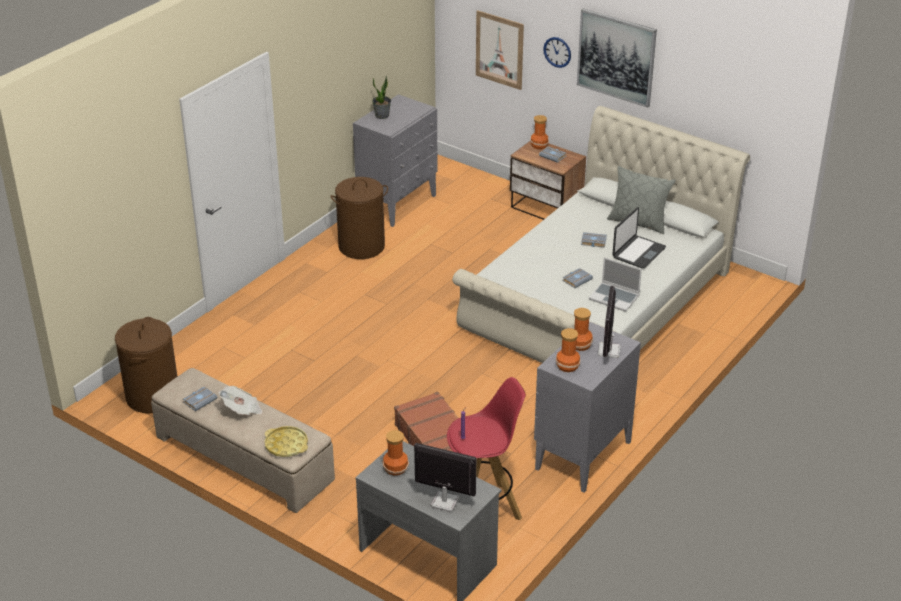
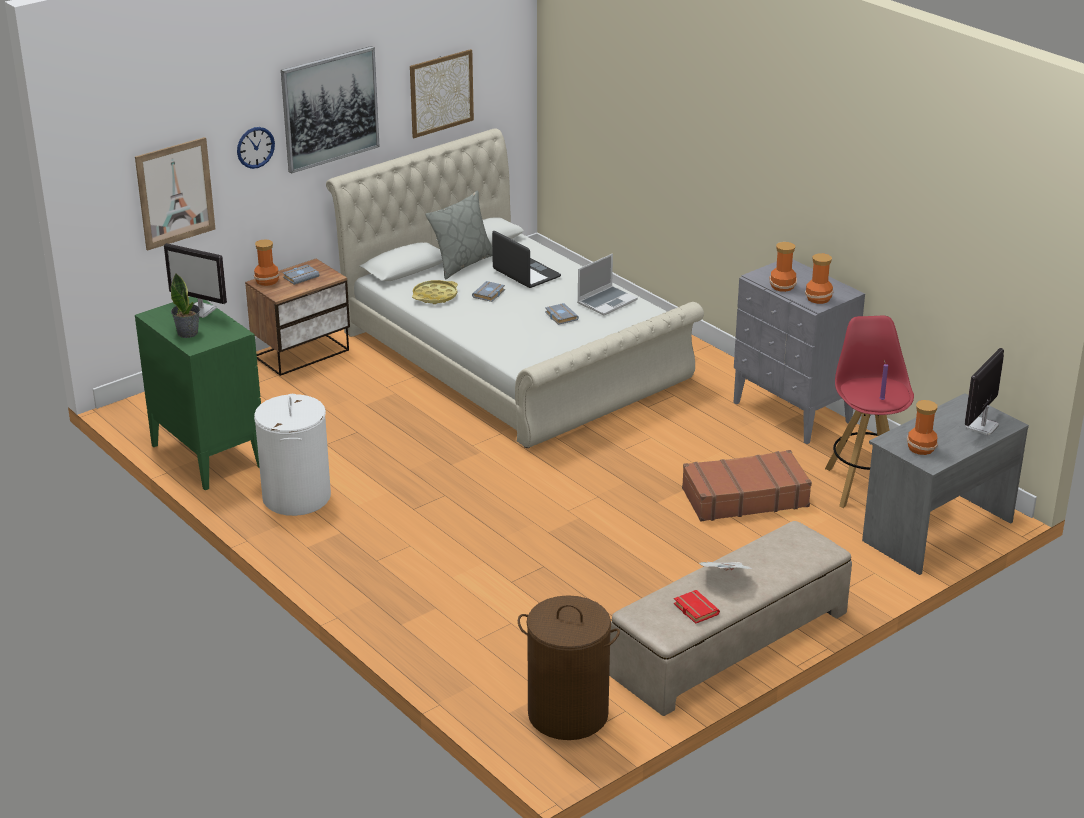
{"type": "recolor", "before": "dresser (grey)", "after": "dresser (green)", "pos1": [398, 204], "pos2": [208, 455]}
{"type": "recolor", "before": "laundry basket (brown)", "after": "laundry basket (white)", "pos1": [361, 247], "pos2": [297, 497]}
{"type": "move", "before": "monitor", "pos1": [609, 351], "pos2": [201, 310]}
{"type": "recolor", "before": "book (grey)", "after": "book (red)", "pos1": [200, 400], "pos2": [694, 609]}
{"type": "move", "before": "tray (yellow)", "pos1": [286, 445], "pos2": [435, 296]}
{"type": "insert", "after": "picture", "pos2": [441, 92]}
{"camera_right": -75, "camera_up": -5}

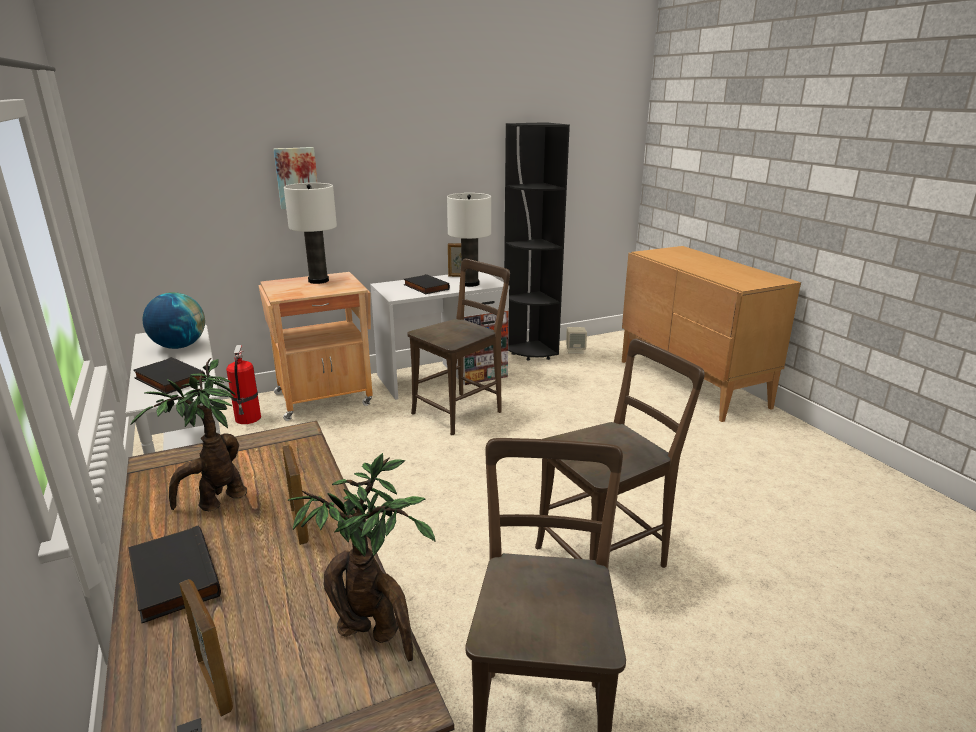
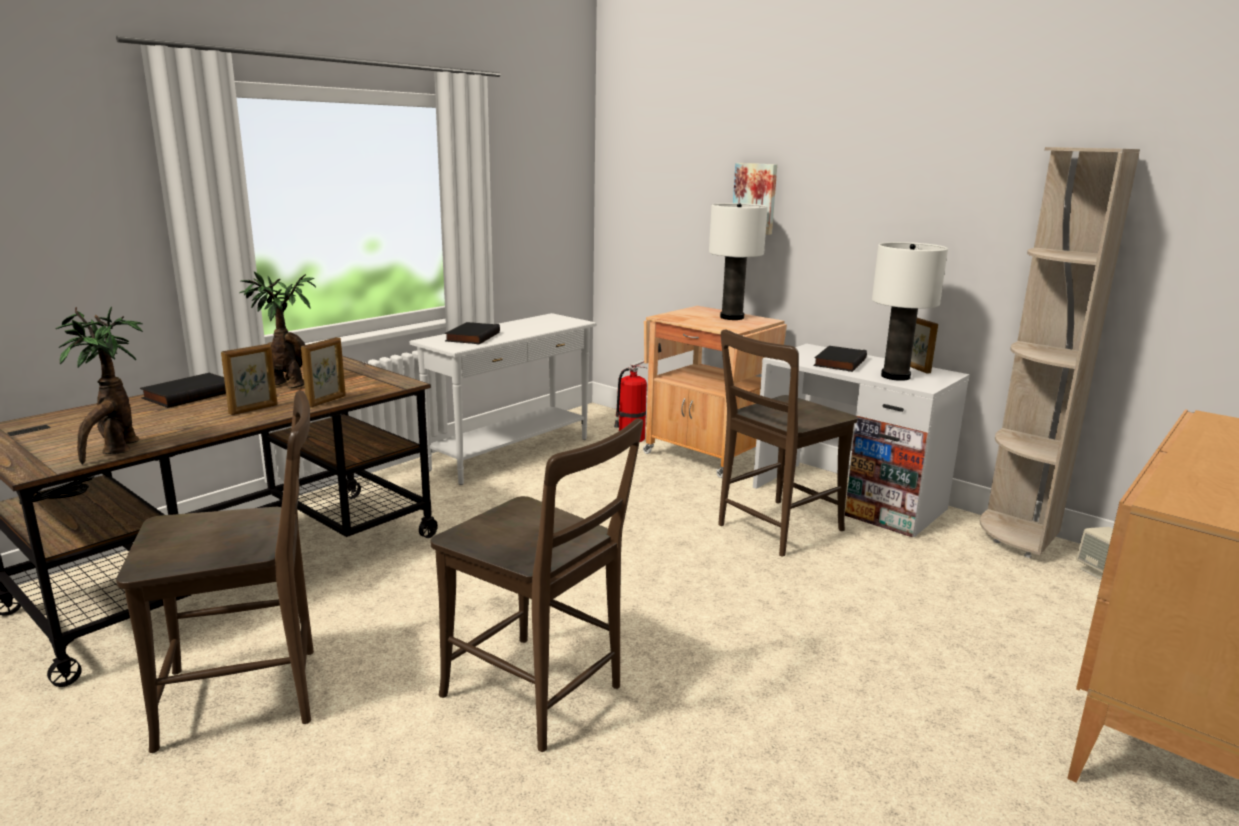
{"type": "recolor", "before": "bookcase (black)", "after": "bookcase (beige)", "pos1": [531, 355], "pos2": [1014, 541]}
{"type": "rotate", "before": "chair (brown)", "pos1": [461, 411], "pos2": [775, 529], "turn": 120}
{"type": "delete", "before": "globe", "pos1": [179, 346]}
{"type": "move", "before": "picture frame", "pos1": [215, 685], "pos2": [327, 401]}
{"camera_right": 65, "camera_up": -5}

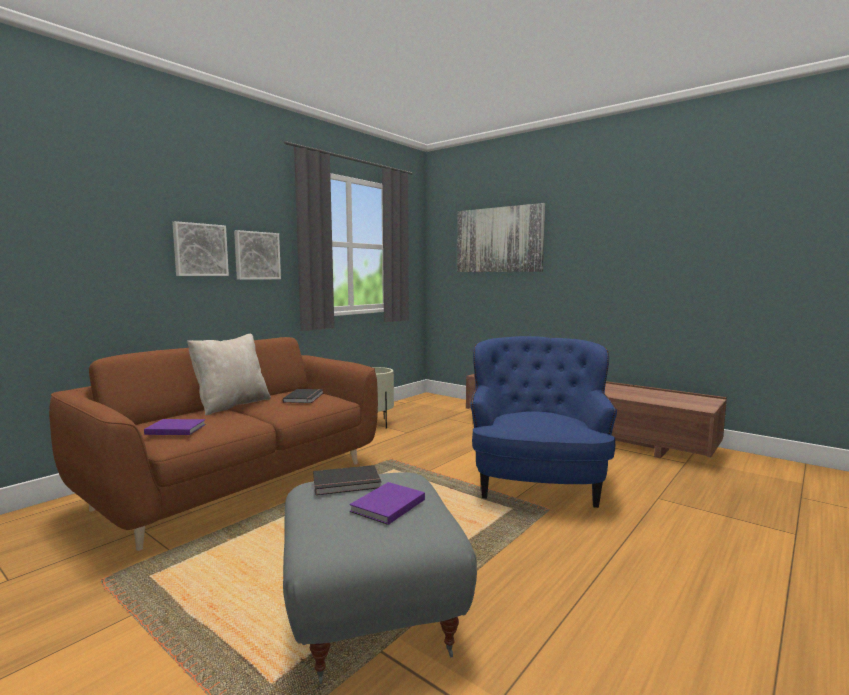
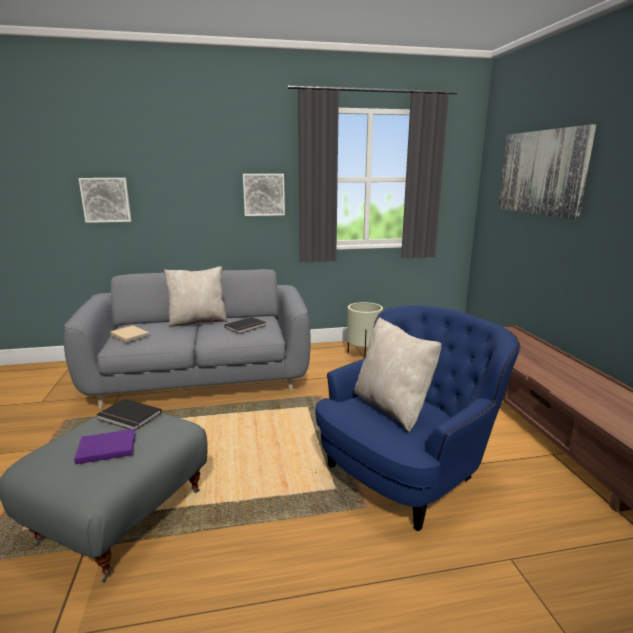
{"type": "move", "before": "picture", "pos1": [200, 250], "pos2": [106, 200]}
{"type": "recolor", "before": "sofa (brown)", "after": "sofa (grey)", "pos1": [238, 484], "pos2": [202, 380]}
{"type": "recolor", "before": "book (purple)", "after": "book (beige)", "pos1": [175, 429], "pos2": [130, 335]}
{"type": "insert", "after": "pillow (beige)", "pos2": [392, 407]}
{"camera_right": 40, "camera_up": 10}

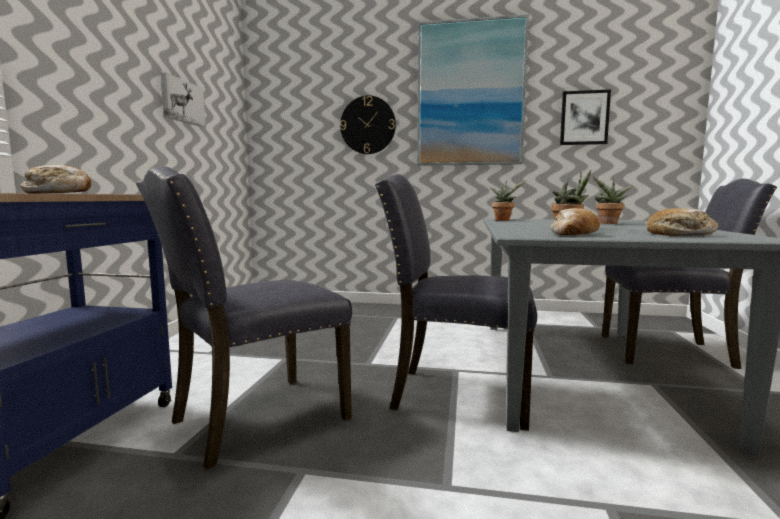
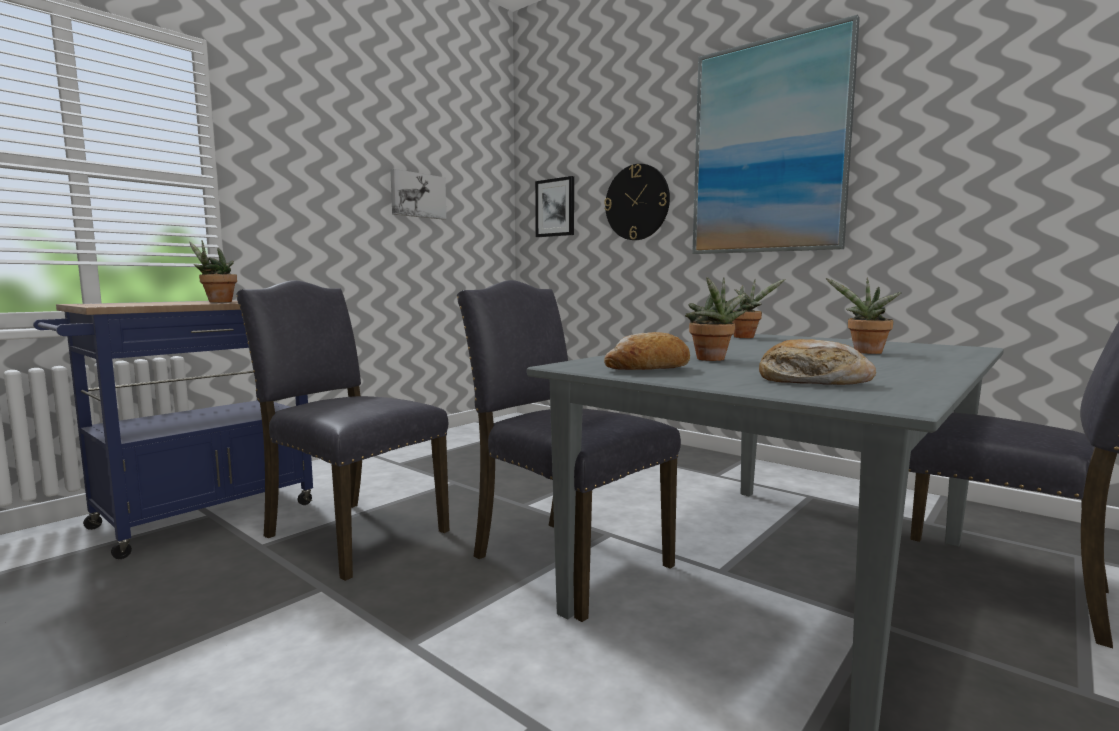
{"type": "move", "before": "picture", "pos1": [584, 118], "pos2": [555, 207]}
{"type": "replace", "before": "bread", "after": "potted plant", "pos1": [60, 193], "pos2": [216, 302]}
{"type": "rotate", "before": "chair (grey)", "pos1": [255, 419], "pos2": [350, 534], "turn": 45}
{"camera_right": 30, "camera_up": 0}

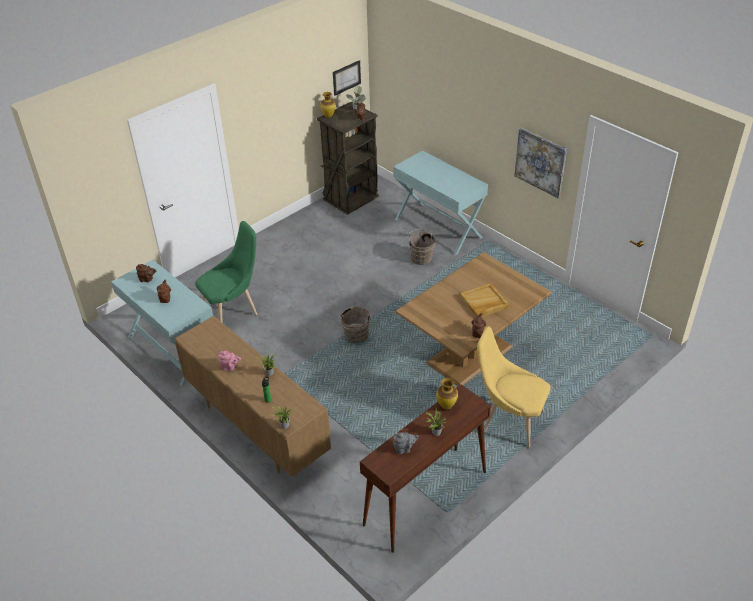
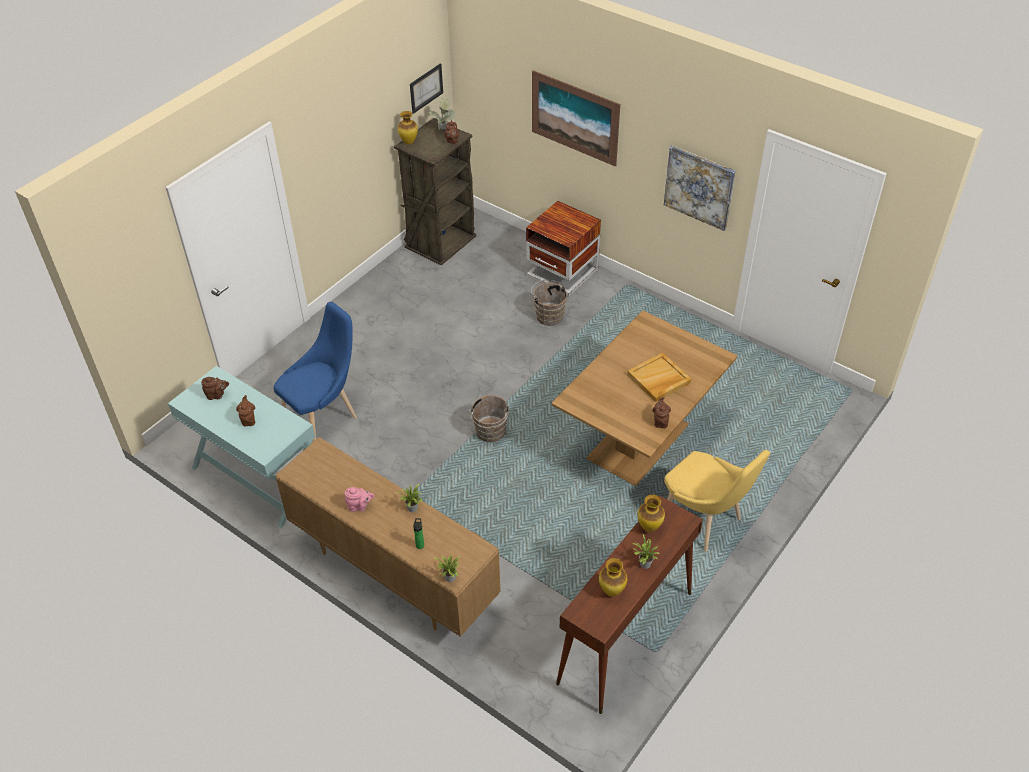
{"type": "replace", "before": "desk (turquoise)", "after": "nightstand", "pos1": [438, 228], "pos2": [562, 273]}
{"type": "recolor", "before": "chair (green)", "after": "chair (blue)", "pos1": [233, 311], "pos2": [324, 415]}
{"type": "rotate", "before": "chair (yellow)", "pos1": [509, 420], "pos2": [704, 522], "turn": -150}
{"type": "replace", "before": "teapot (grey)", "after": "vase", "pos1": [404, 449], "pos2": [611, 591]}
{"type": "insert", "after": "picture", "pos2": [575, 118]}
{"camera_right": -10, "camera_up": 5}

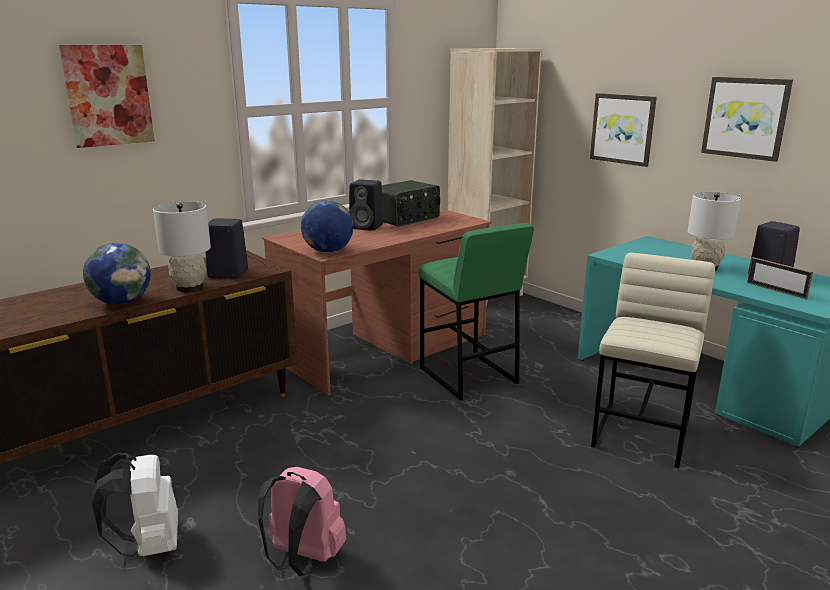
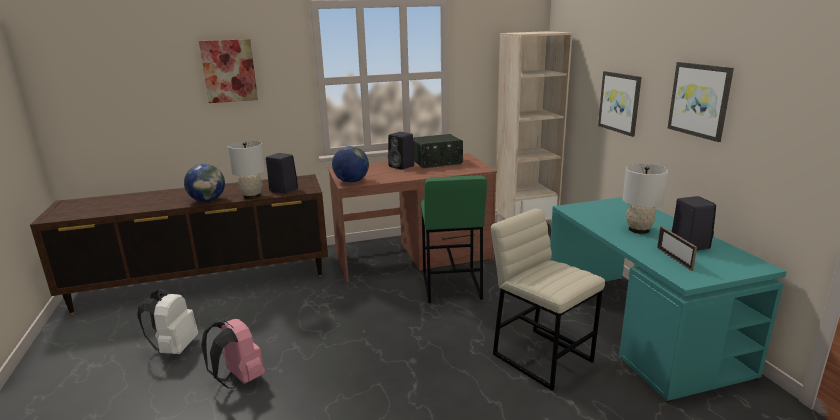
{"type": "rotate", "before": "chair (beige)", "pos1": [641, 432], "pos2": [540, 356], "turn": -90}
{"camera_right": 25, "camera_up": 0}

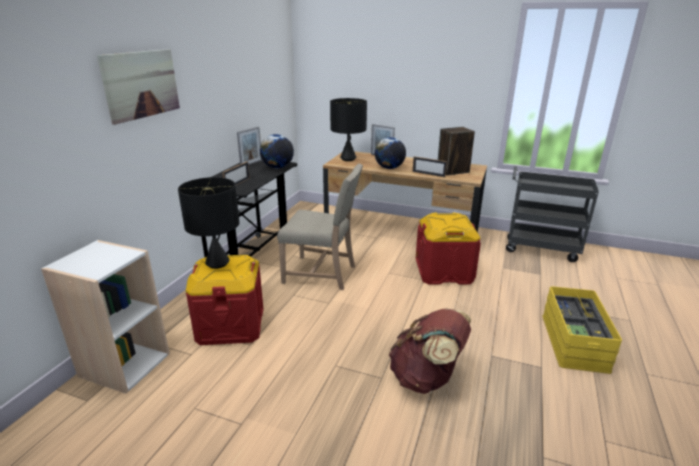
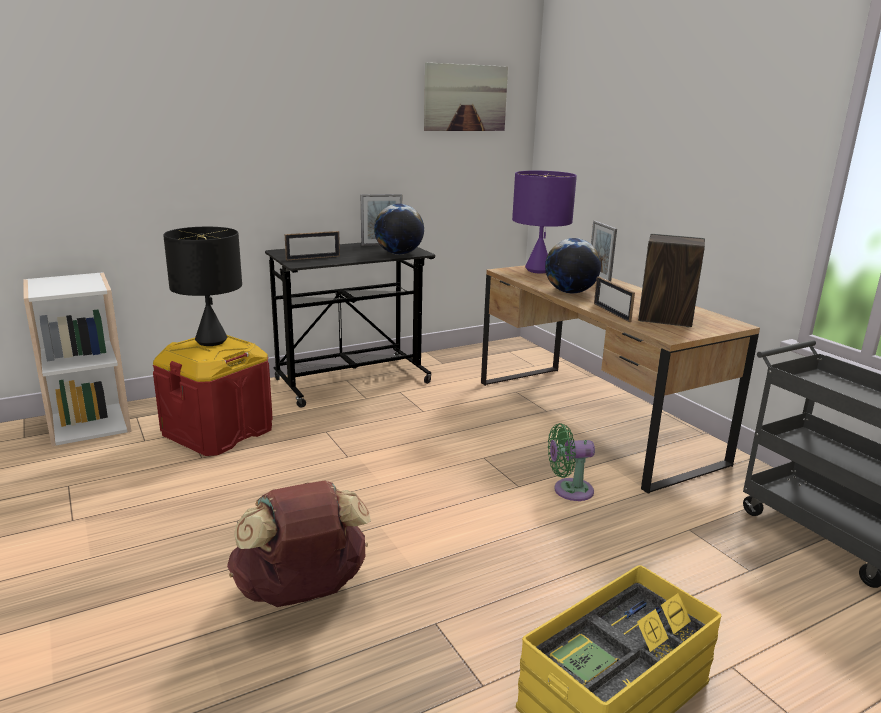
{"type": "move", "before": "picture", "pos1": [141, 84], "pos2": [465, 98]}
{"type": "recolor", "before": "table lamp (black)", "after": "table lamp (purple)", "pos1": [348, 159], "pos2": [538, 271]}
{"type": "delete", "before": "chair (beige)", "pos1": [322, 274]}
{"type": "replace", "before": "storage box (red)", "after": "fan (green)", "pos1": [444, 272], "pos2": [569, 490]}
{"camera_right": 40, "camera_up": -5}

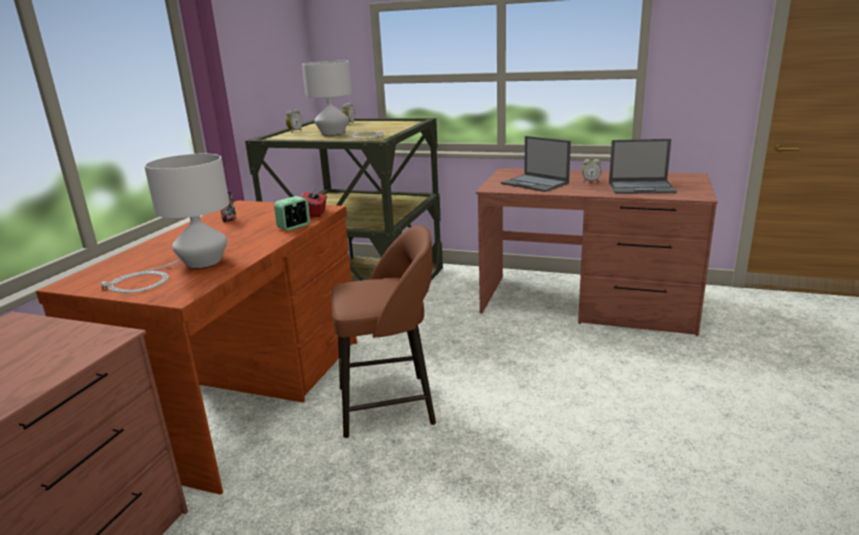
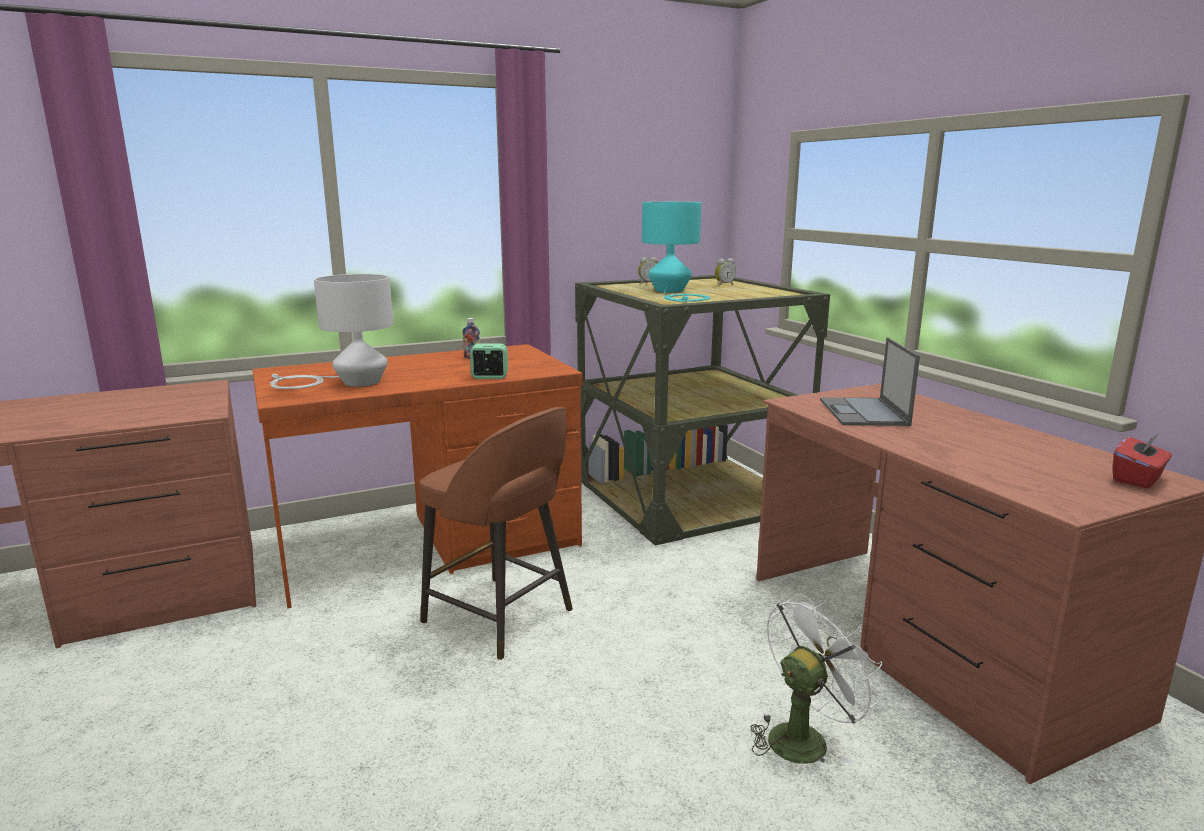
{"type": "recolor", "before": "table lamp (grey)", "after": "table lamp (turquoise)", "pos1": [346, 134], "pos2": [675, 293]}
{"type": "delete", "before": "laptop", "pos1": [642, 187]}
{"type": "delete", "before": "alarm clock", "pos1": [590, 182]}
{"type": "move", "before": "tissue box (red)", "pos1": [315, 213], "pos2": [1137, 479]}
{"type": "insert", "after": "fan (white)", "pos2": [804, 737]}
{"camera_right": 45, "camera_up": -5}

